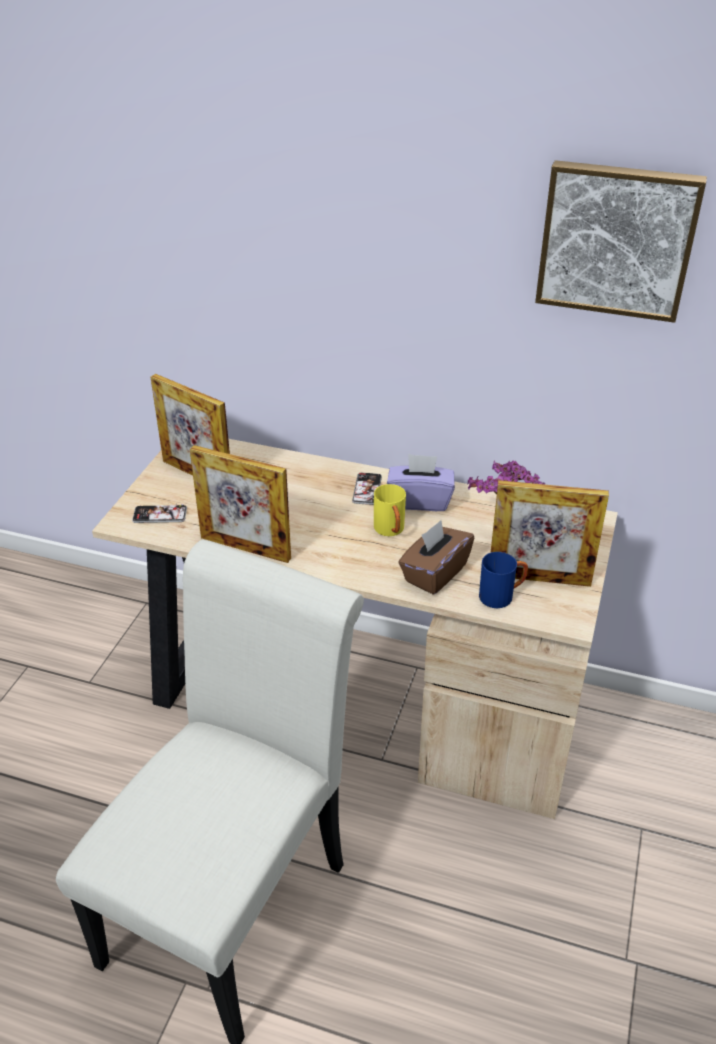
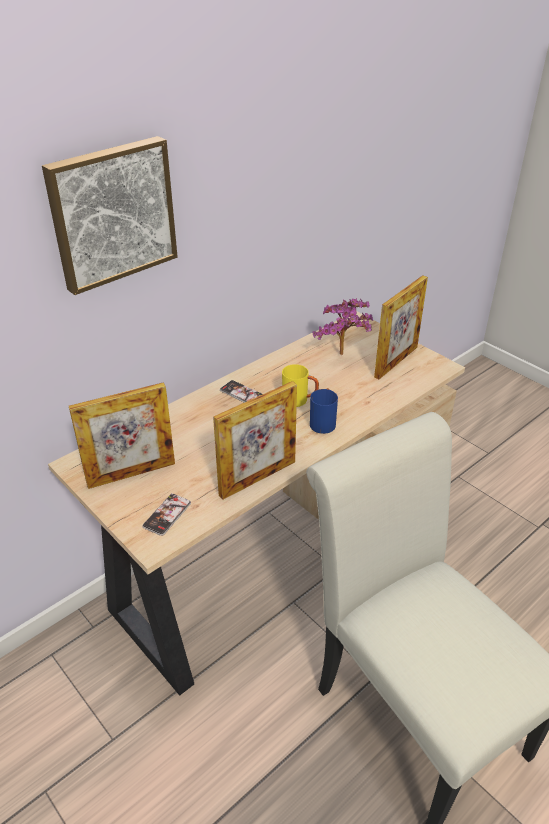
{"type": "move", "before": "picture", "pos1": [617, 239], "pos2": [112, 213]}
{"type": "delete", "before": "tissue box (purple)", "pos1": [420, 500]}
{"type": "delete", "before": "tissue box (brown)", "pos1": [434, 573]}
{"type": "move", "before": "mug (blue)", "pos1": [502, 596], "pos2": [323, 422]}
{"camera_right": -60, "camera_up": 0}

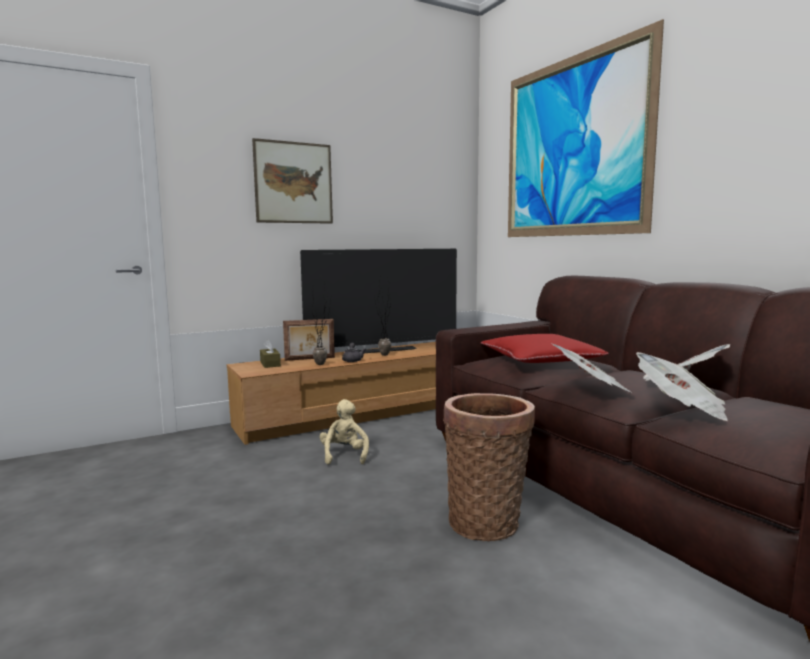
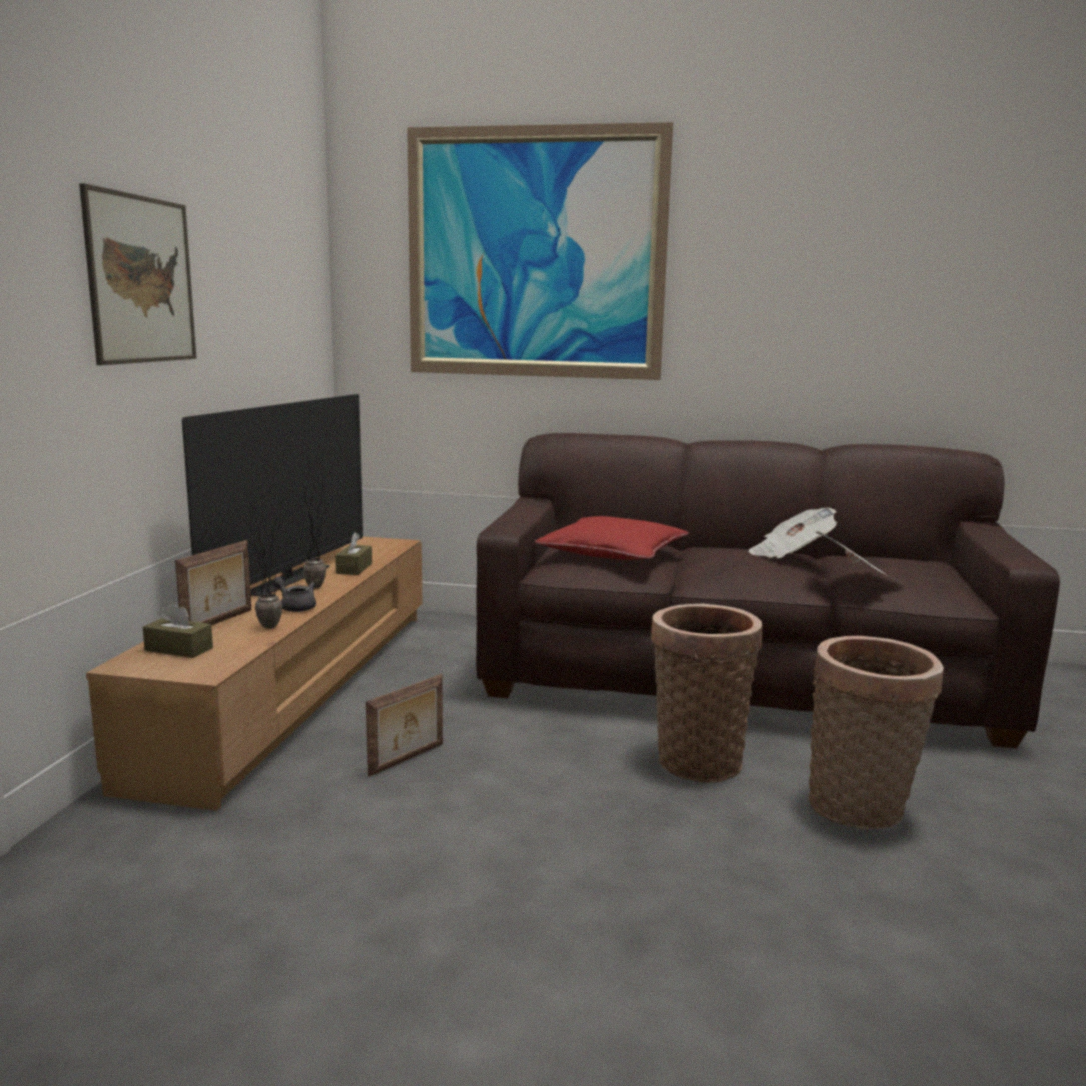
{"type": "delete", "before": "newspaper", "pos1": [591, 388]}
{"type": "replace", "before": "plush toy (beige)", "after": "picture frame", "pos1": [344, 455], "pos2": [408, 760]}
{"type": "insert", "after": "tissue box (brown)", "pos2": [354, 568]}
{"type": "insert", "after": "basket", "pos2": [861, 809]}
{"camera_right": -50, "camera_up": 5}

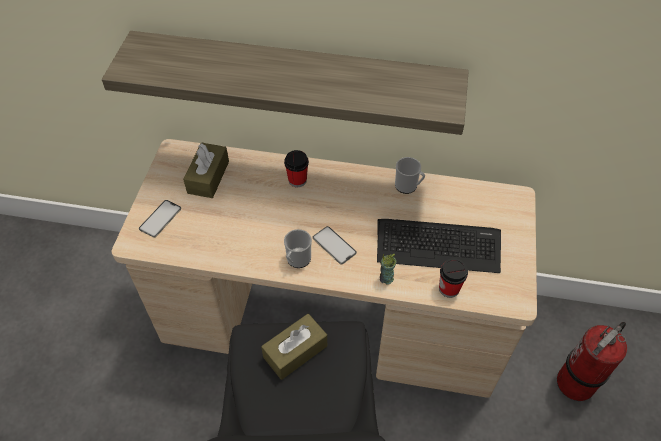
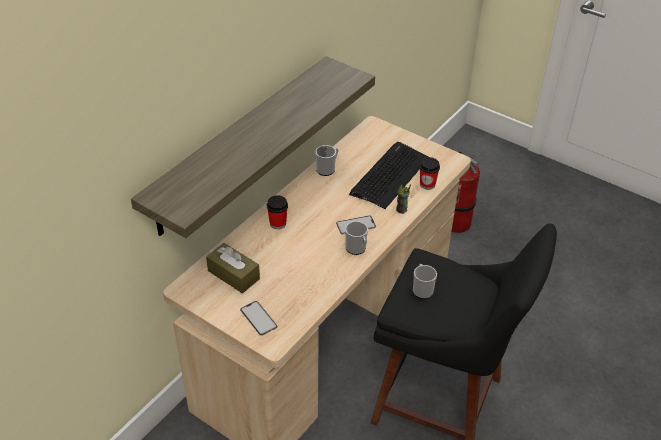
{"type": "replace", "before": "tissue box (brown)", "after": "mug", "pos1": [295, 351], "pos2": [422, 289]}
{"camera_right": -65, "camera_up": -10}

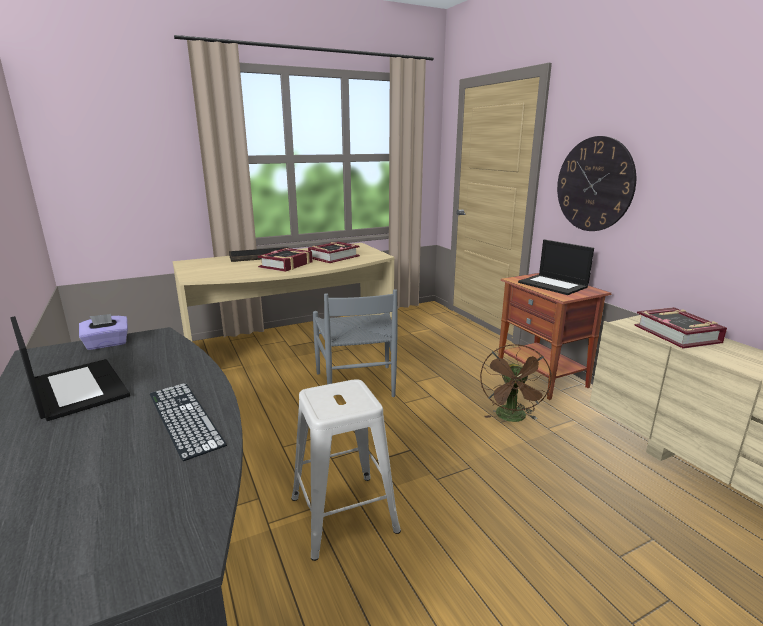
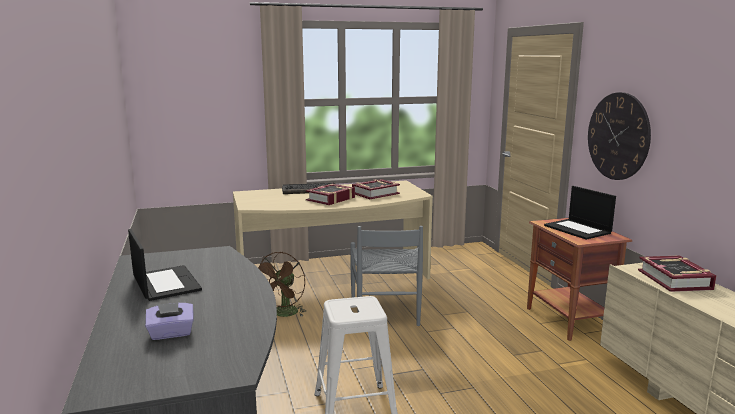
{"type": "move", "before": "tissue box (purple)", "pos1": [107, 344], "pos2": [171, 333]}
{"type": "move", "before": "fan (brown)", "pos1": [512, 418], "pos2": [283, 314]}
{"type": "delete", "before": "keyboard", "pos1": [184, 418]}
{"camera_right": 10, "camera_up": -5}

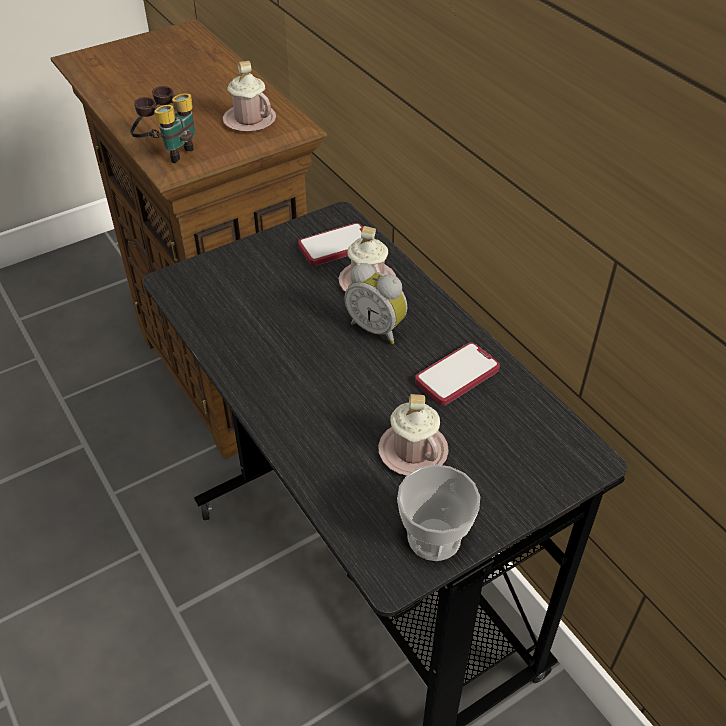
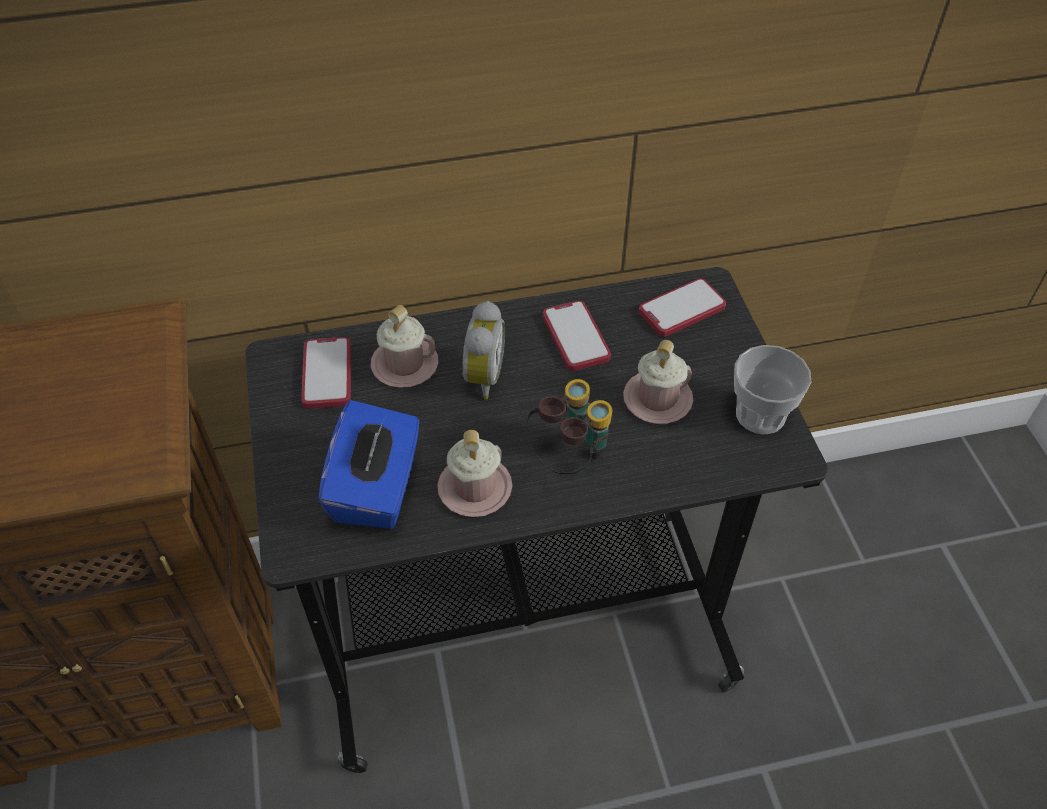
{"type": "move", "before": "mug (pink)", "pos1": [249, 120], "pos2": [475, 488]}
{"type": "move", "before": "binoculars", "pos1": [169, 150], "pos2": [568, 457]}
{"type": "rotate", "before": "alarm clock", "pos1": [377, 328], "pos2": [481, 377], "turn": -45}
{"type": "insert", "after": "phone", "pos2": [681, 309]}
{"type": "insert", "after": "tissue box (blue)", "pos2": [377, 488]}
{"camera_right": -70, "camera_up": 5}

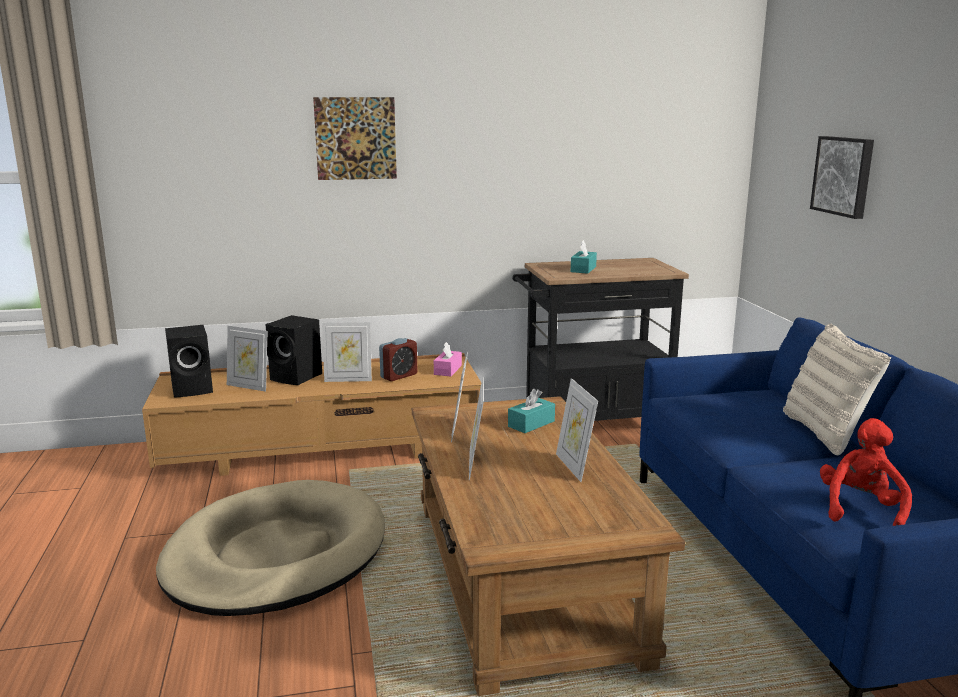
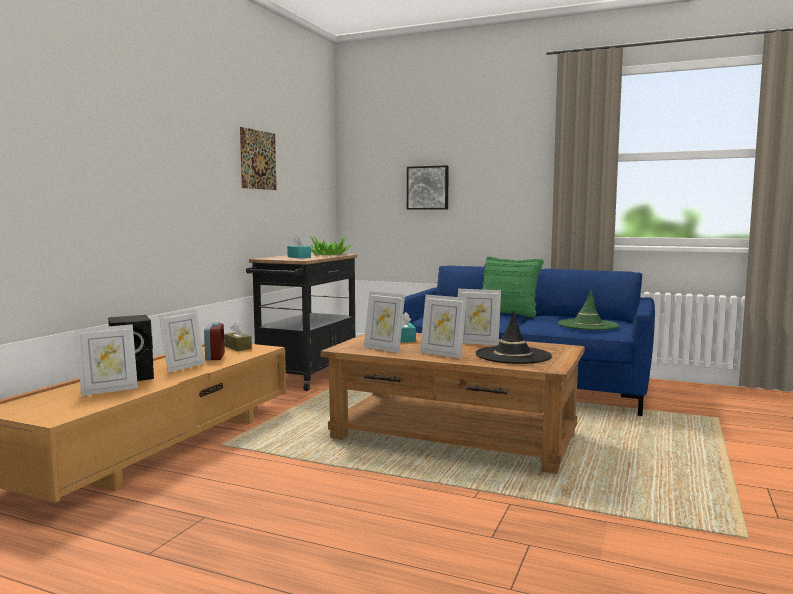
{"type": "move", "before": "picture", "pos1": [355, 138], "pos2": [258, 160]}
{"type": "recolor", "before": "pillow (beige)", "after": "pillow (green)", "pos1": [826, 435], "pos2": [509, 314]}
{"type": "delete", "before": "speaker (black)", "pos1": [194, 389]}
{"type": "recolor", "before": "tissue box (pink)", "after": "tissue box (brown)", "pos1": [447, 370], "pos2": [238, 347]}
{"type": "replace", "before": "plush toy (red)", "after": "hat (green)", "pos1": [860, 509], "pos2": [587, 325]}
{"type": "delete", "before": "dog bed (beige)", "pos1": [276, 555]}
{"type": "insert", "after": "potted plant", "pos2": [328, 255]}
{"type": "insert", "after": "hat (black)", "pos2": [513, 355]}
{"camera_right": -55, "camera_up": -10}

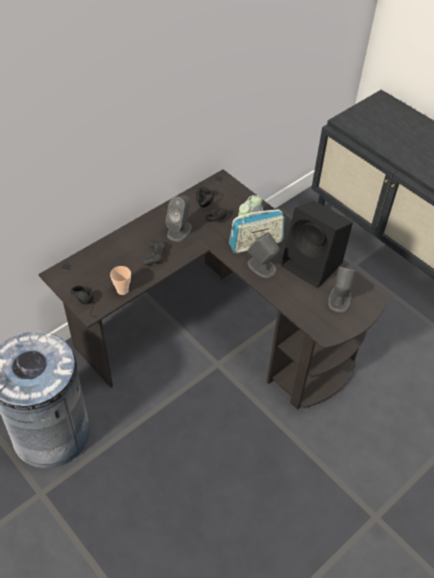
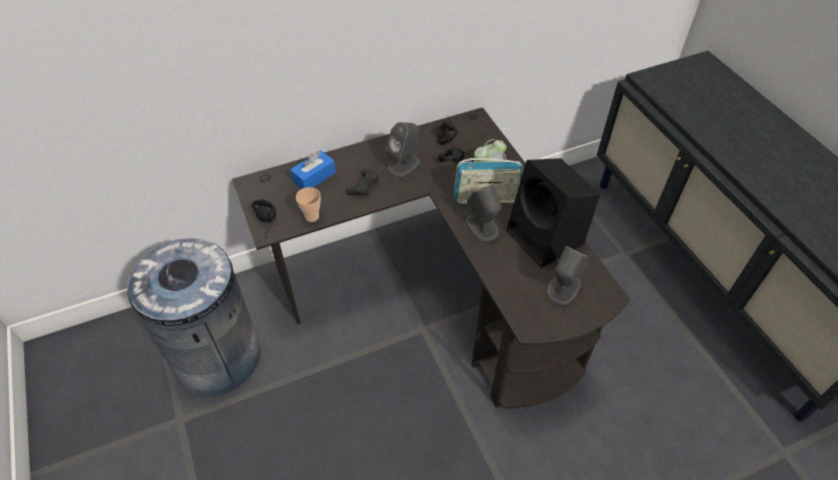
{"type": "insert", "after": "tissue box (blue)", "pos2": [314, 177]}
{"camera_right": 20, "camera_up": 0}

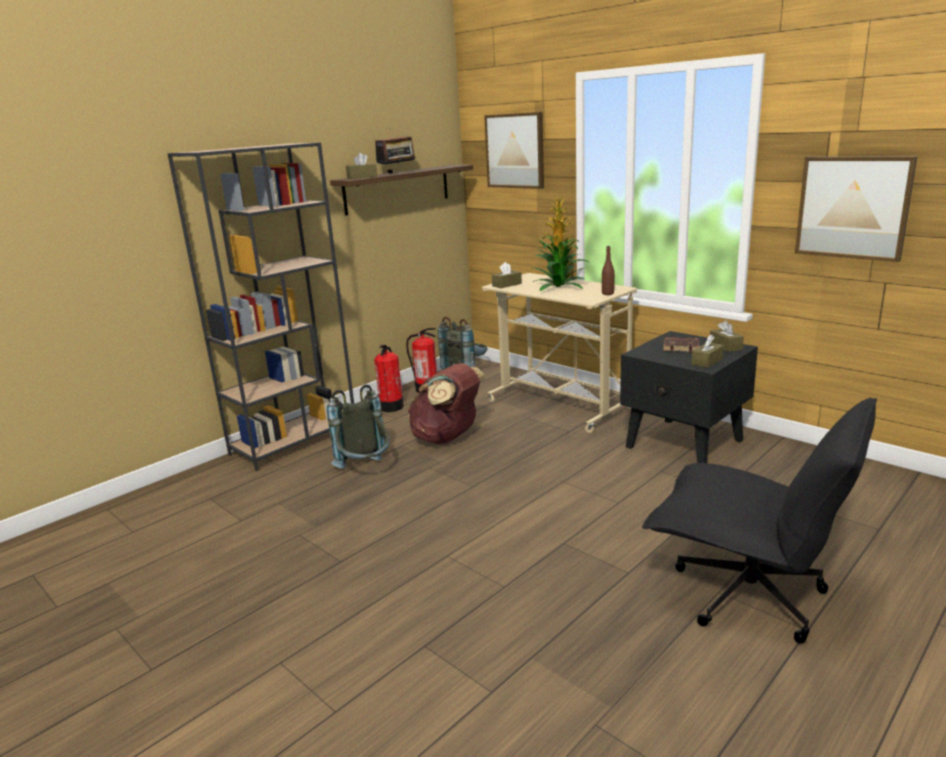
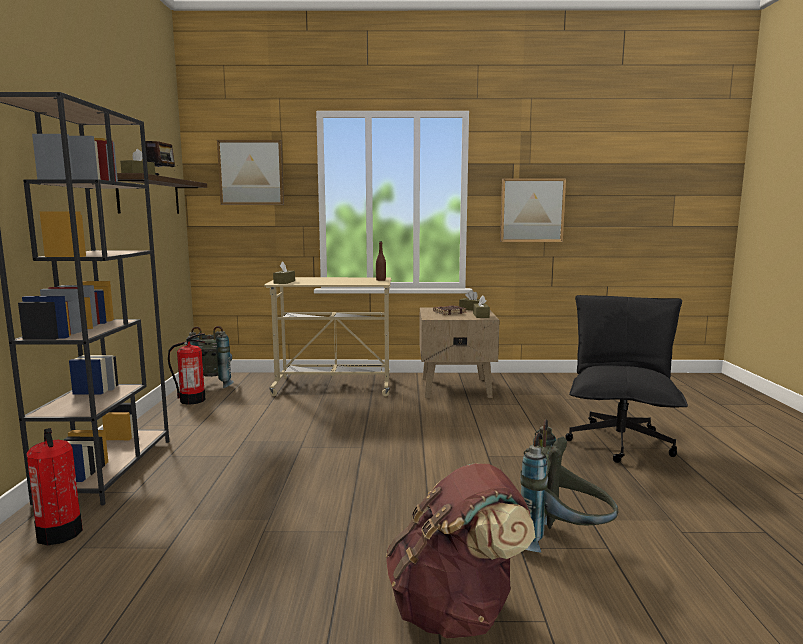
{"type": "delete", "before": "potted plant", "pos1": [559, 286]}
{"type": "recolor", "before": "nightstand (black)", "after": "nightstand (beige)", "pos1": [685, 444], "pos2": [456, 387]}
{"type": "move", "before": "fire extinguisher", "pos1": [391, 407], "pos2": [60, 533]}
{"type": "move", "before": "backpack (brown)", "pos1": [447, 438], "pos2": [456, 611]}
{"type": "move", "before": "backpack (grey)", "pos1": [365, 471], "pos2": [564, 543]}
{"type": "rotate", "before": "office chair (black)", "pos1": [746, 594], "pos2": [619, 443], "turn": -60}
{"camera_right": -45, "camera_up": -10}

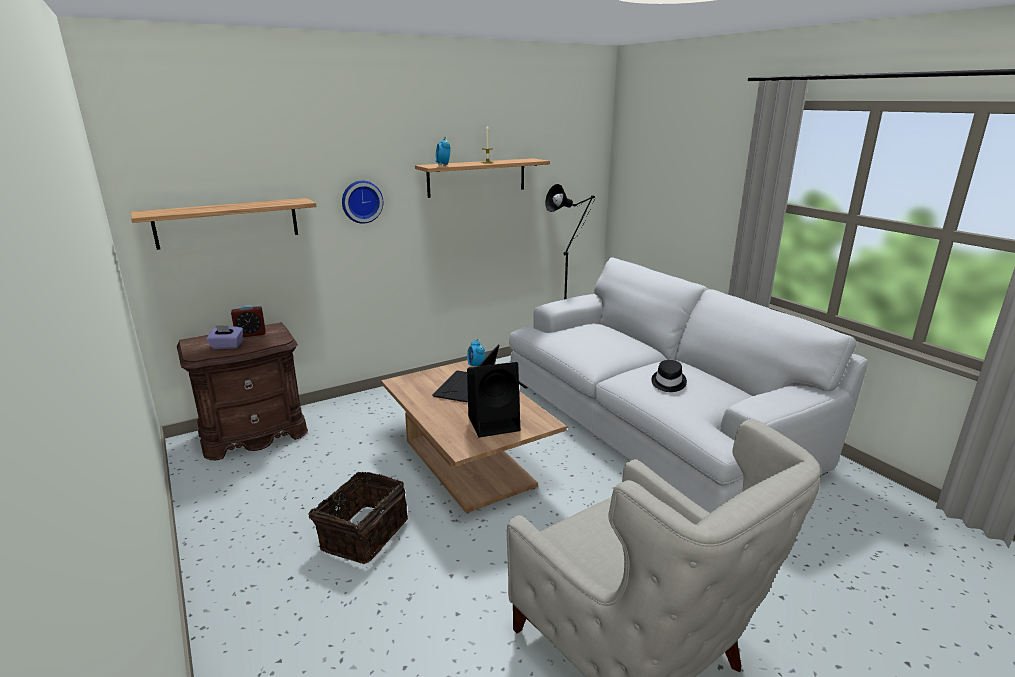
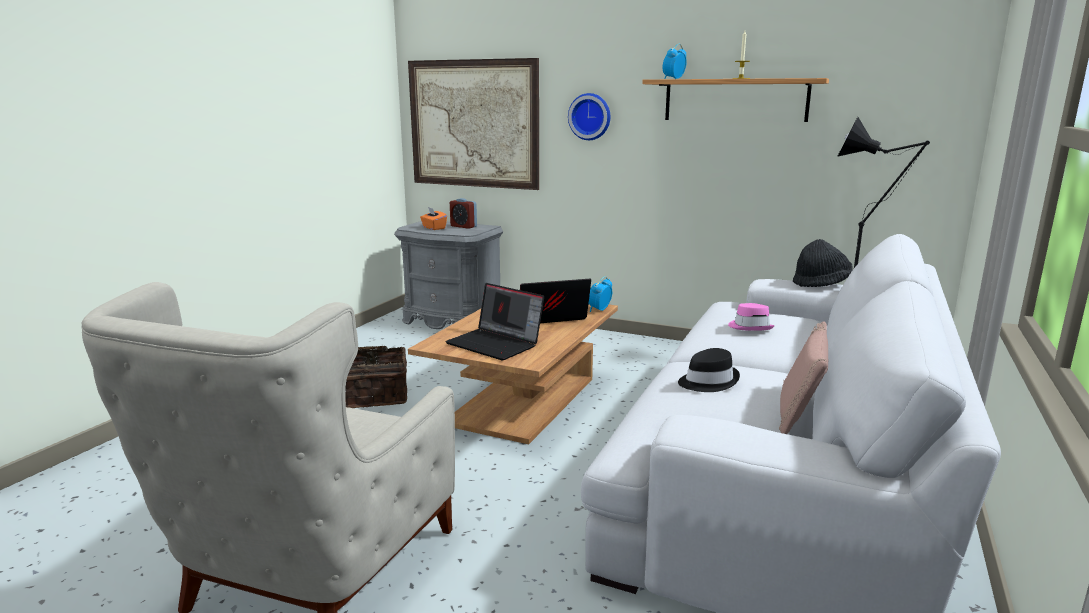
{"type": "replace", "before": "shelf", "after": "picture", "pos1": [227, 223], "pos2": [473, 124]}
{"type": "recolor", "before": "nightstand (brown)", "after": "nightstand (grey)", "pos1": [255, 435], "pos2": [450, 320]}
{"type": "recolor", "before": "tissue box (purple)", "after": "tissue box (orange)", "pos1": [227, 346], "pos2": [433, 228]}
{"type": "replace", "before": "speaker (black)", "after": "laptop", "pos1": [495, 423], "pos2": [496, 344]}
{"type": "insert", "after": "hat (black)", "pos2": [821, 283]}
{"type": "insert", "after": "hat (pink)", "pos2": [750, 327]}
{"type": "insert", "after": "pillow (beige)", "pos2": [799, 411]}
{"camera_right": 55, "camera_up": -5}

